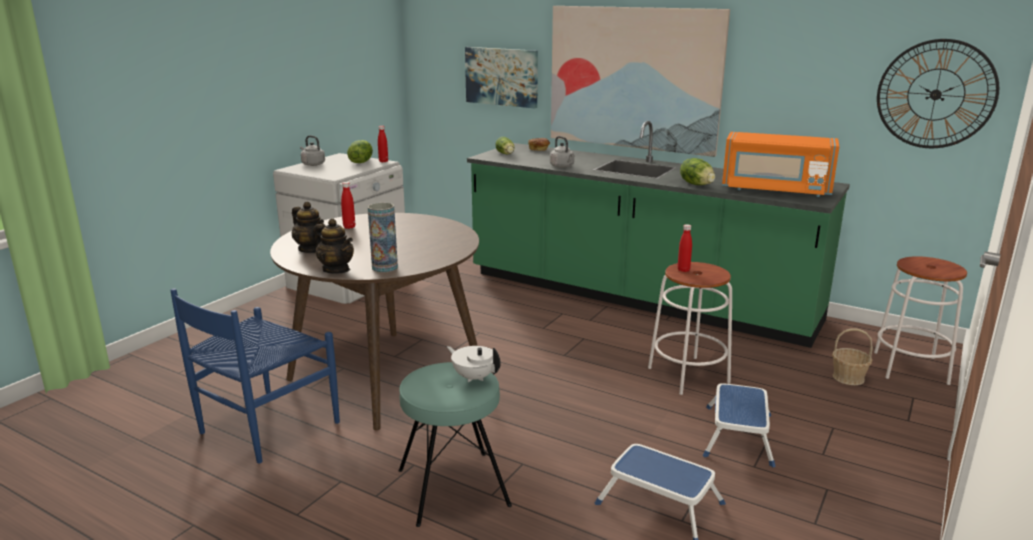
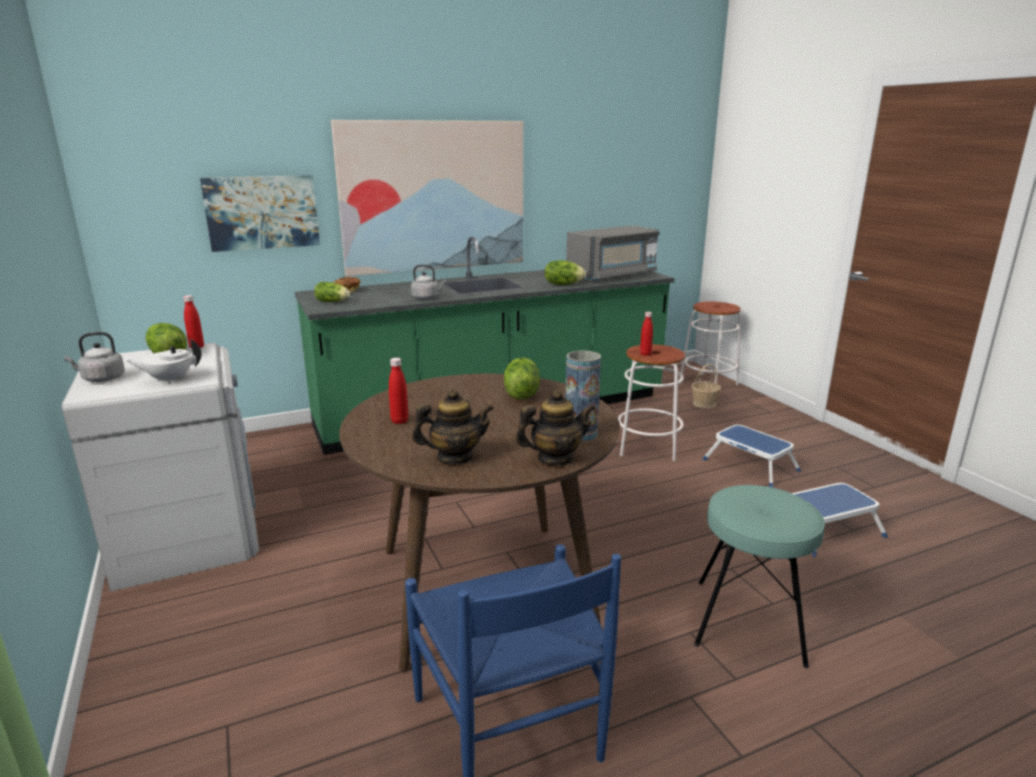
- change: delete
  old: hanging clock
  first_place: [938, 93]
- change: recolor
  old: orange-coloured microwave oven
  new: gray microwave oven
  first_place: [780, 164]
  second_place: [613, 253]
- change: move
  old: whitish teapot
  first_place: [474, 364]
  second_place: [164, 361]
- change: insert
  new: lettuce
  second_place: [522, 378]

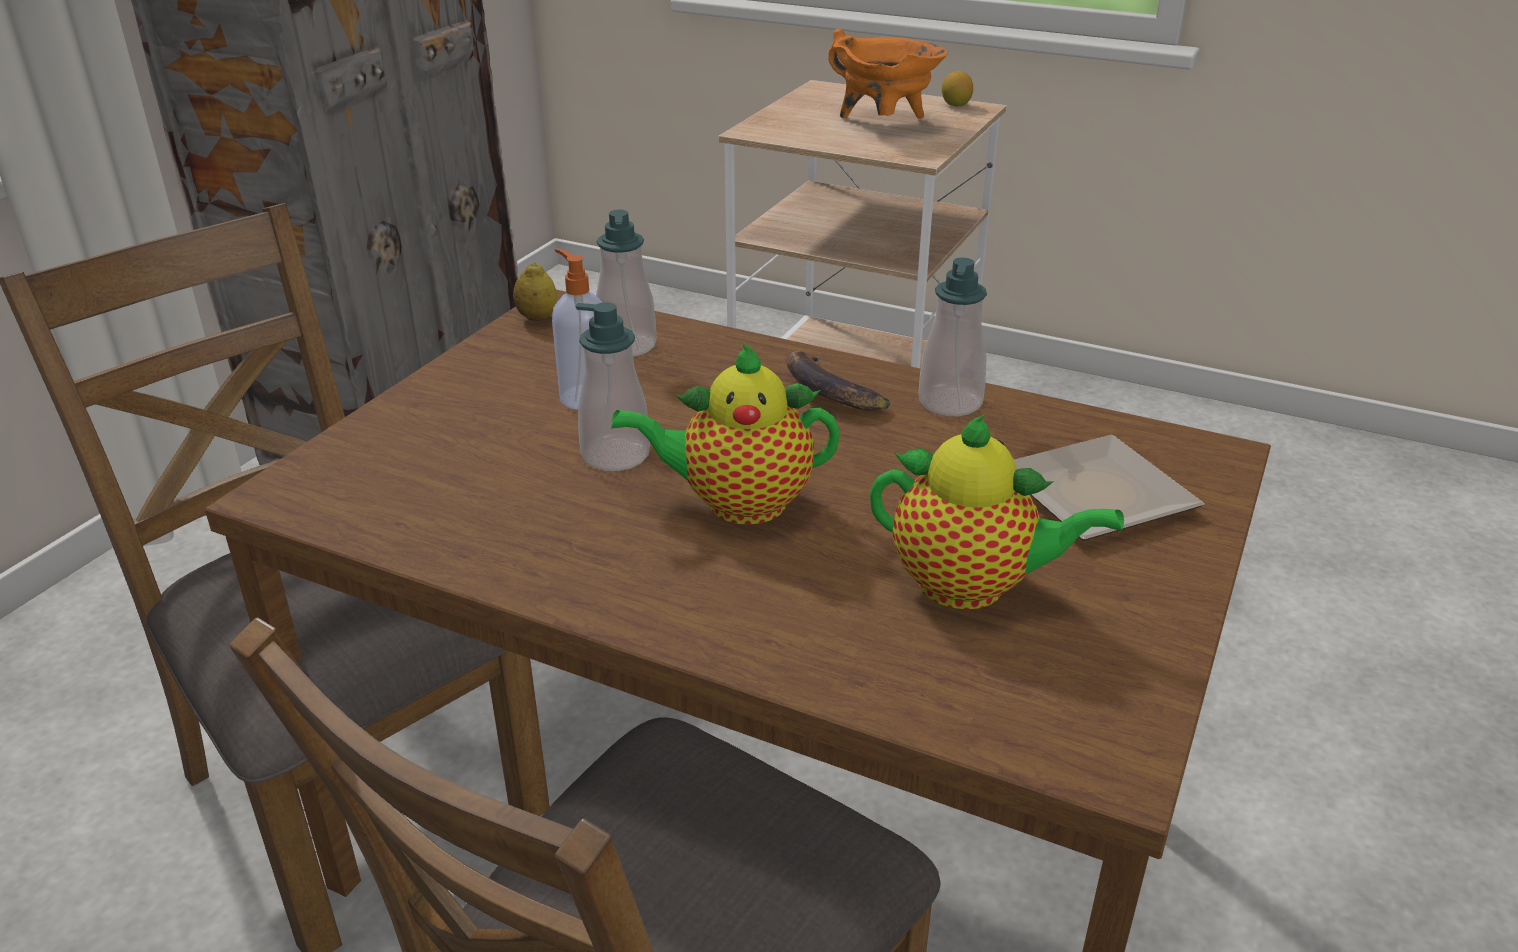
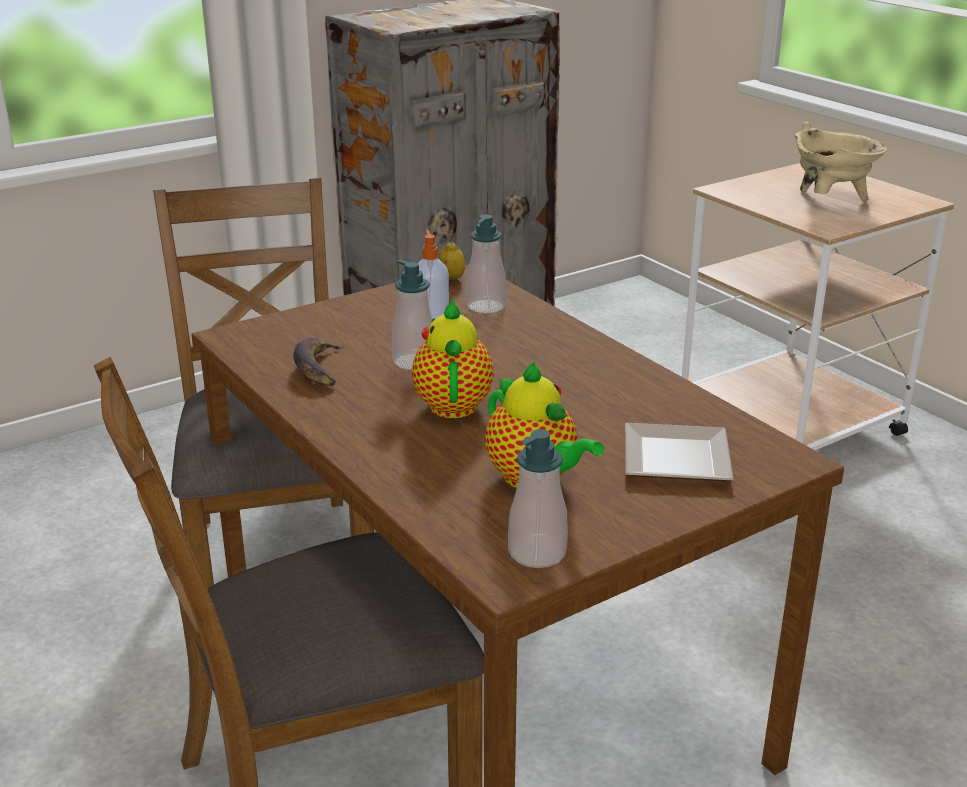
- change: recolor
  old: orange-coloured stockpot
  new: sand-coloured stockpot
  first_place: [887, 73]
  second_place: [841, 162]
- change: delete
  old: citrus fruit
  first_place: [957, 89]
- change: move
  old: liquid soap bottle
  first_place: [952, 337]
  second_place: [538, 498]
- change: rotate
  old: teapot
  first_place: [725, 433]
  second_place: [453, 358]
  degrees: 60
- change: move
  old: banana fruit
  first_place: [838, 381]
  second_place: [318, 361]

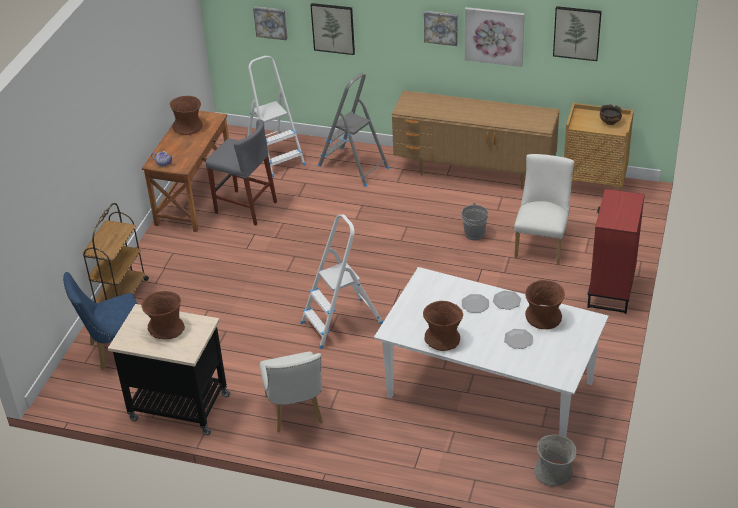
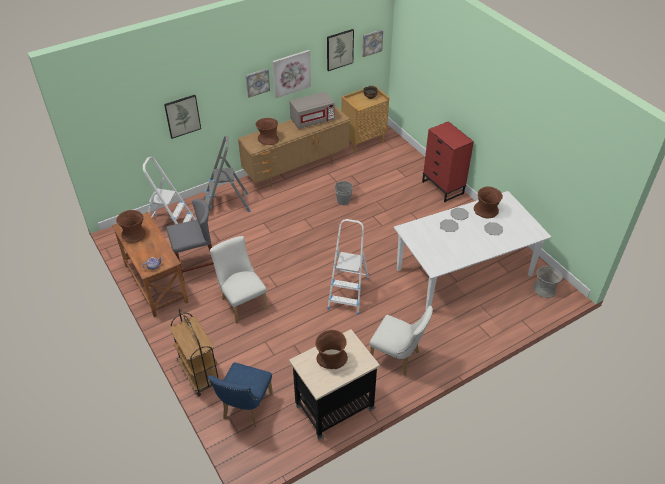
- change: move
  old: wall picture
  first_place: [270, 23]
  second_place: [372, 43]
- change: move
  old: whitish plain chair
  first_place: [544, 209]
  second_place: [239, 279]
- change: move
  old: brown-coloured vase
  first_place: [443, 326]
  second_place: [267, 131]
- change: insert
  new: gray microwave oven
  second_place: [312, 110]

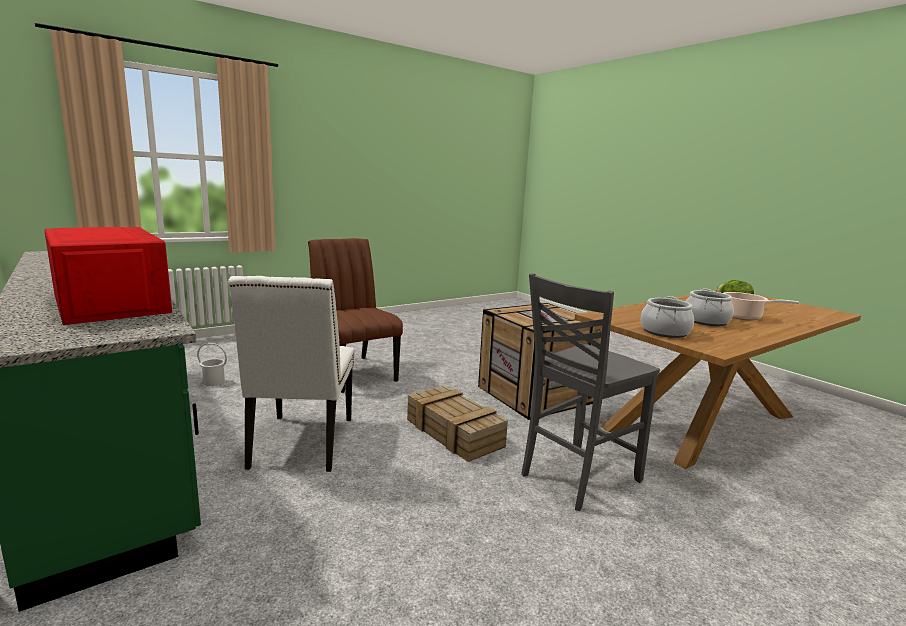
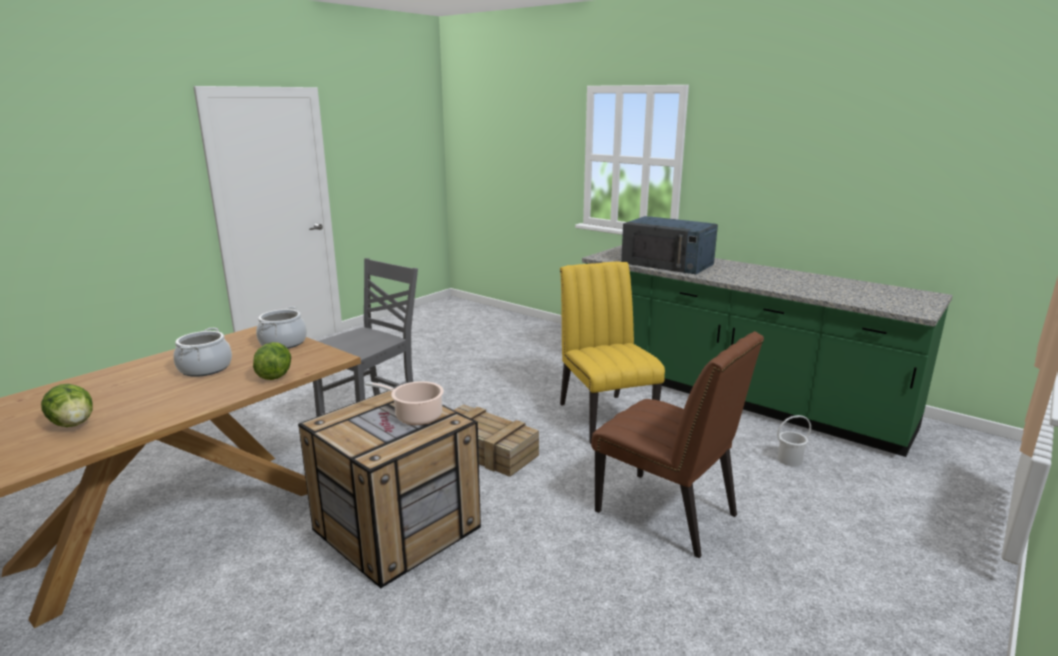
- change: recolor
  old: reddish microwave oven
  new: bluish microwave oven
  first_place: [108, 276]
  second_place: [669, 245]
- change: recolor
  old: whitish plain chair
  new: yellow-coloured plain chair
  first_place: [291, 374]
  second_place: [612, 352]
- change: move
  old: stockpot
  first_place: [761, 306]
  second_place: [404, 403]
- change: insert
  new: lettuce
  second_place: [272, 361]

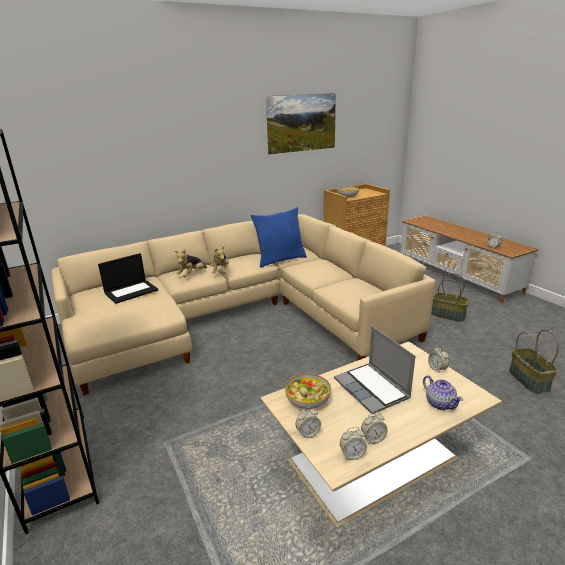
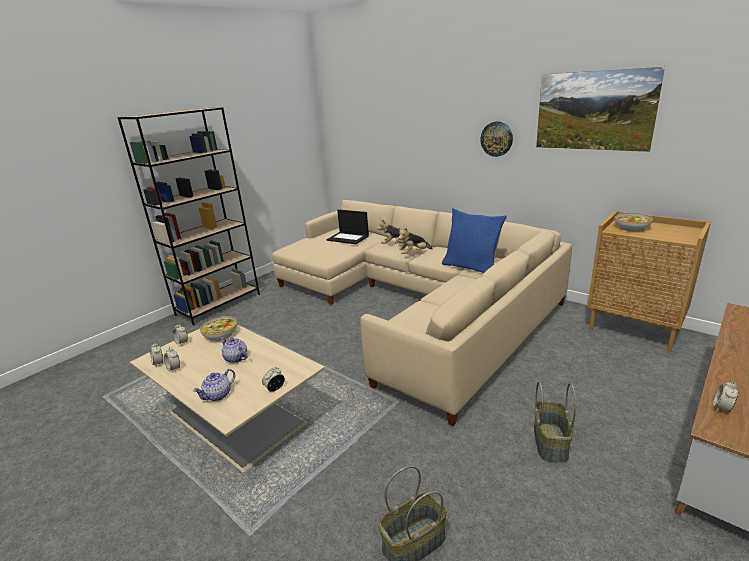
- change: replace
  old: laptop
  new: teapot
  first_place: [374, 370]
  second_place: [234, 350]
- change: insert
  new: hanging clock
  second_place: [496, 139]

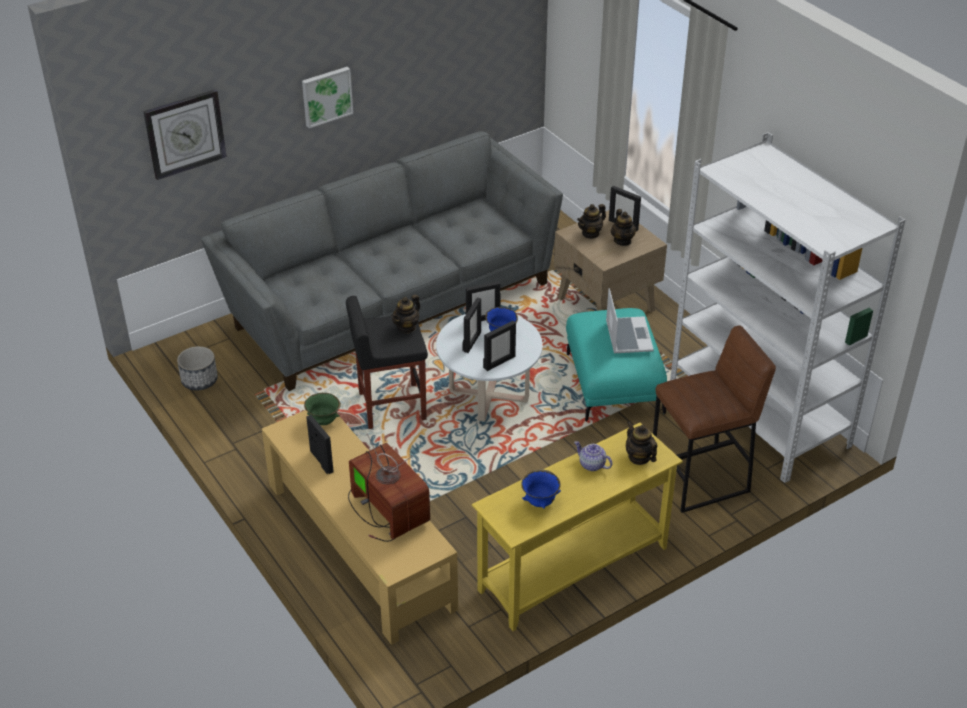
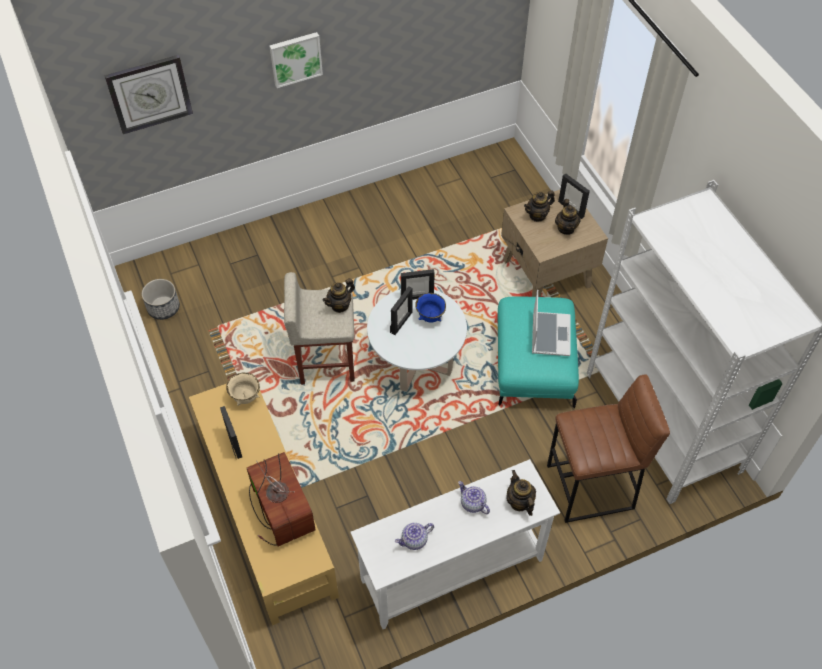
- change: delete
  old: gray couch
  first_place: [382, 261]
- change: recolor
  old: blackish stool
  new: sand-coloured stool
  first_place: [387, 362]
  second_place: [319, 328]
- change: delete
  old: picture frame
  first_place: [499, 346]
- change: recolor
  old: green deep dish
  new: sand-coloured deep dish
  first_place: [322, 409]
  second_place: [243, 389]
- change: recolor
  old: yellow-coloured hall table
  new: whitish hall table
  first_place: [577, 527]
  second_place: [455, 544]
- change: replace
  old: bluish deep dish
  new: teapot
  first_place: [541, 489]
  second_place: [414, 536]

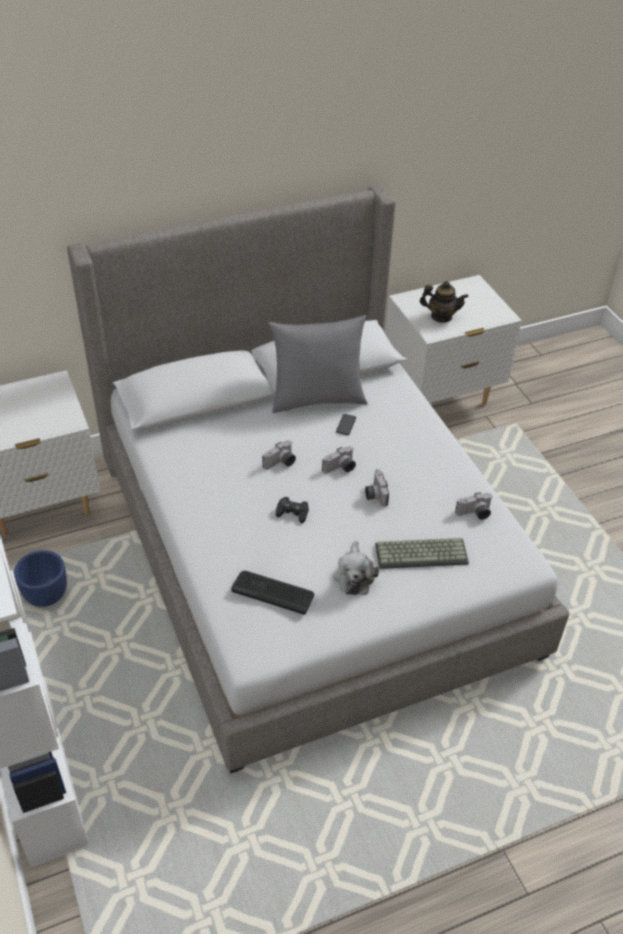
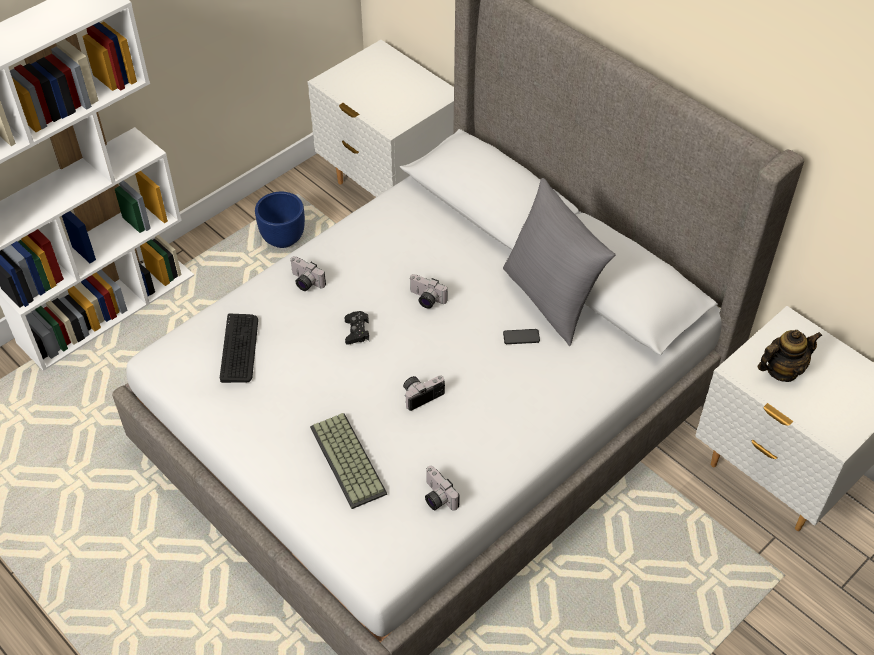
- change: rotate
  old: teapot
  first_place: [444, 302]
  second_place: [789, 356]
  degrees: -105
- change: move
  old: photo camera
  first_place: [339, 460]
  second_place: [308, 273]
- change: delete
  old: plush toy
  first_place: [356, 568]

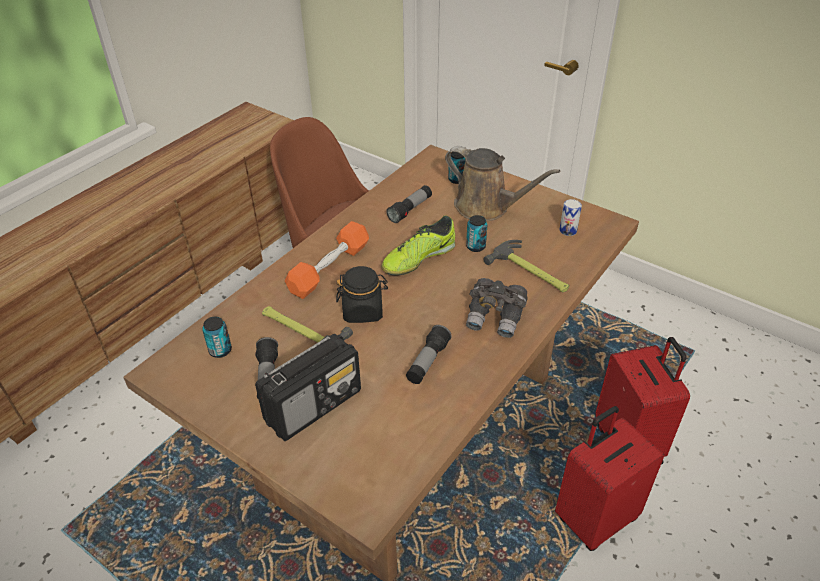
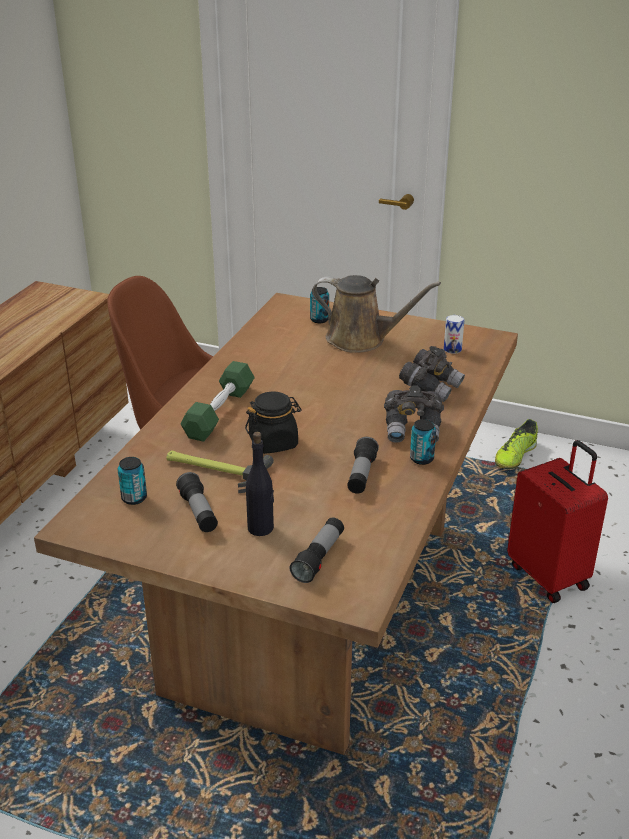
- change: move
  old: torch
  first_place: [409, 204]
  second_place: [317, 550]
- change: move
  old: item of footwear
  first_place: [418, 245]
  second_place: [516, 444]
- change: move
  old: sealed can
  first_place: [476, 233]
  second_place: [423, 442]
- change: recolor
  old: orange-coloured free weight
  new: green free weight
  first_place: [327, 260]
  second_place: [217, 401]
- change: replace
  old: tool hammer
  new: gray pair of binoculars
  first_place: [526, 266]
  second_place: [432, 374]
- change: replace
  old: radio set
  new: blackish bottle
  first_place: [308, 387]
  second_place: [260, 484]
- change: delete
  old: reddish piece of luggage
  first_place: [610, 478]

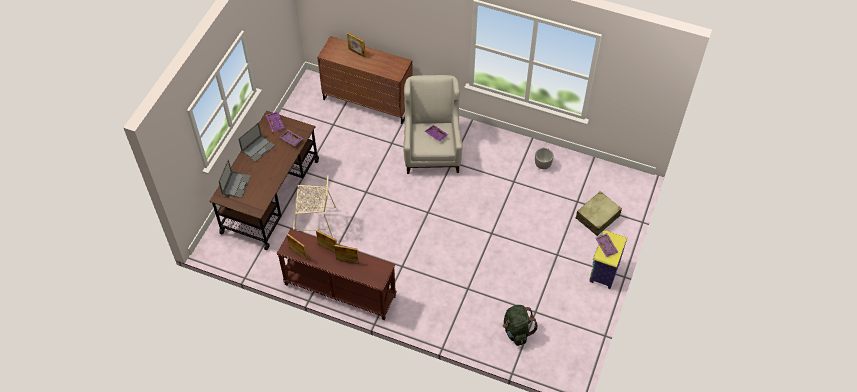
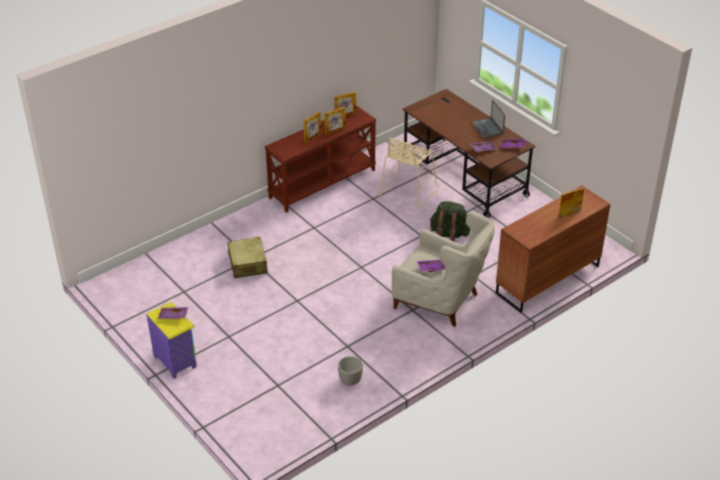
- change: delete
  old: laptop
  first_place: [235, 178]
- change: move
  old: sand-coloured piece of luggage
  first_place: [599, 213]
  second_place: [247, 257]
- change: move
  old: green knapsack
  first_place: [520, 325]
  second_place: [450, 221]

